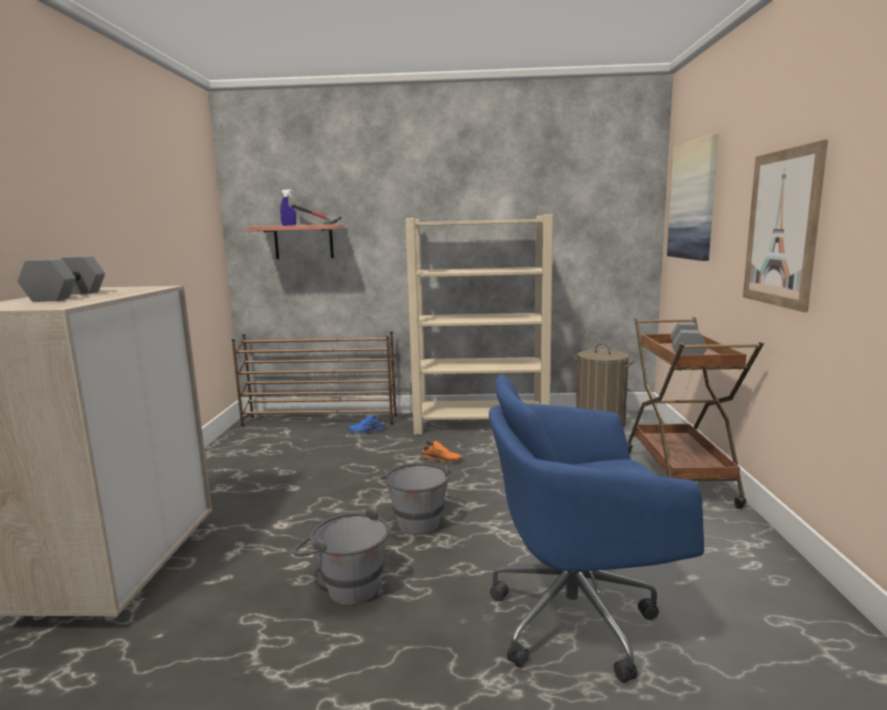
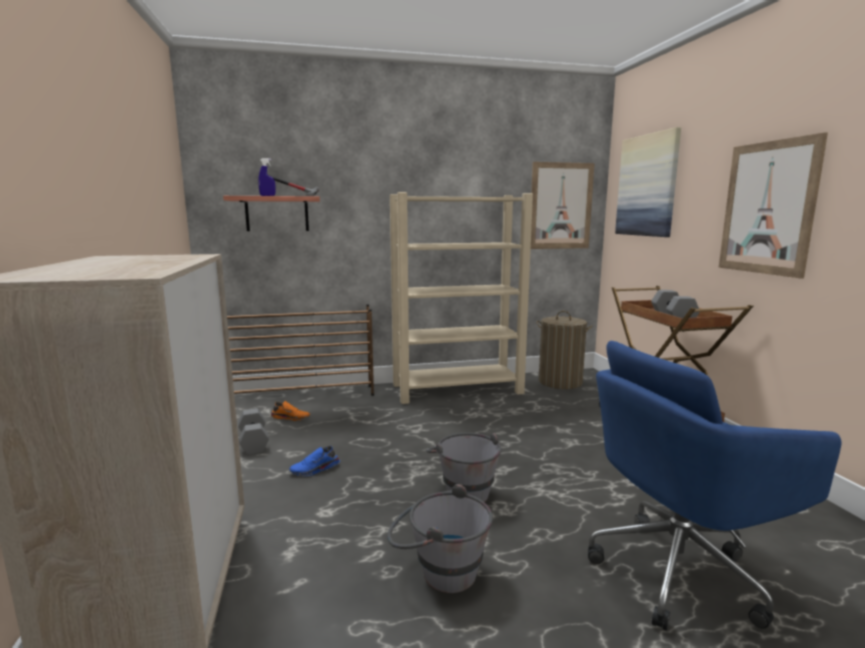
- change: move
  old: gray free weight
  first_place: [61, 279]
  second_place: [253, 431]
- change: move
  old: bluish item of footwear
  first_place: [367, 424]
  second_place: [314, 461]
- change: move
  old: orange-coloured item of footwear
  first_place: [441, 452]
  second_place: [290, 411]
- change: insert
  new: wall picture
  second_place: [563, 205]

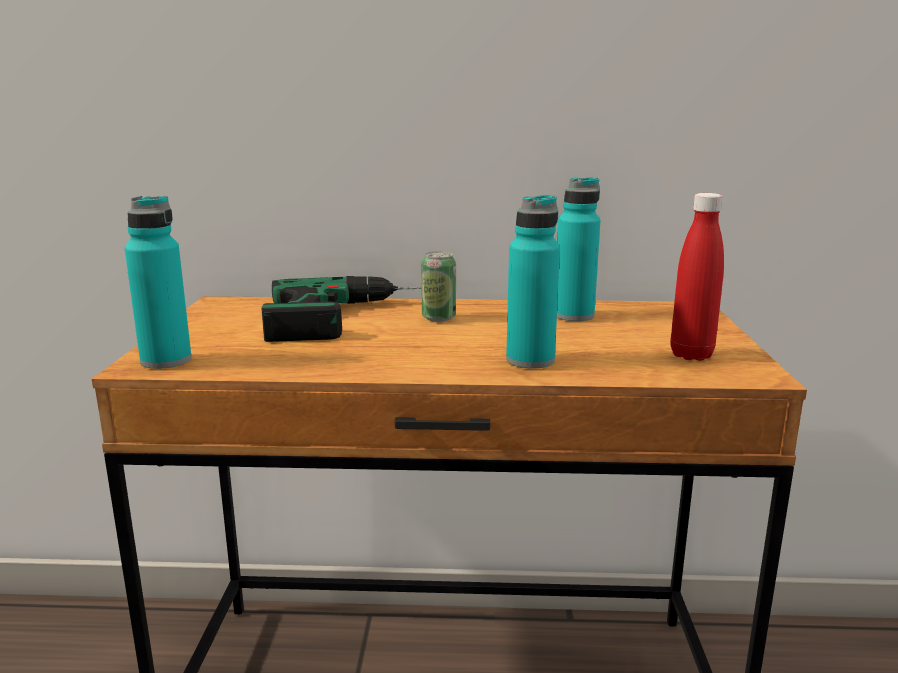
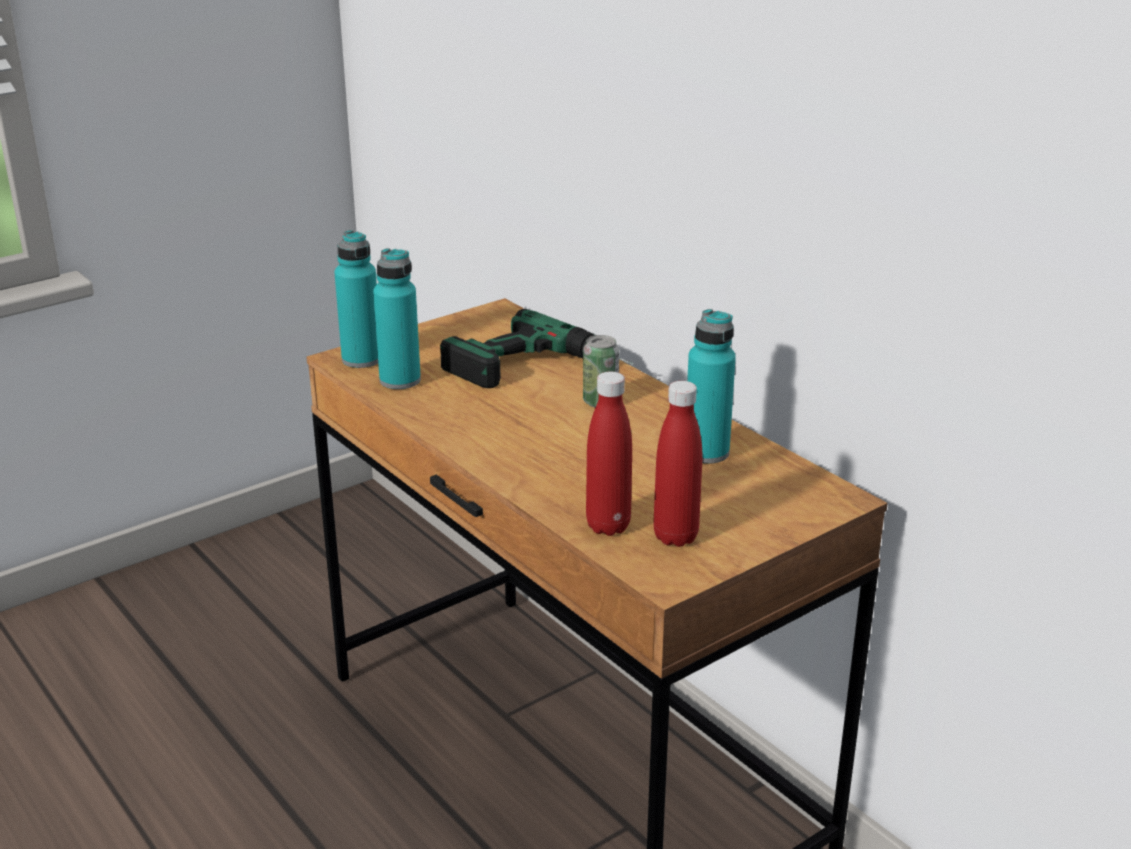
- change: move
  old: turquoise bottle
  first_place: [533, 282]
  second_place: [397, 318]
- change: insert
  new: reddish bottle
  second_place: [609, 454]

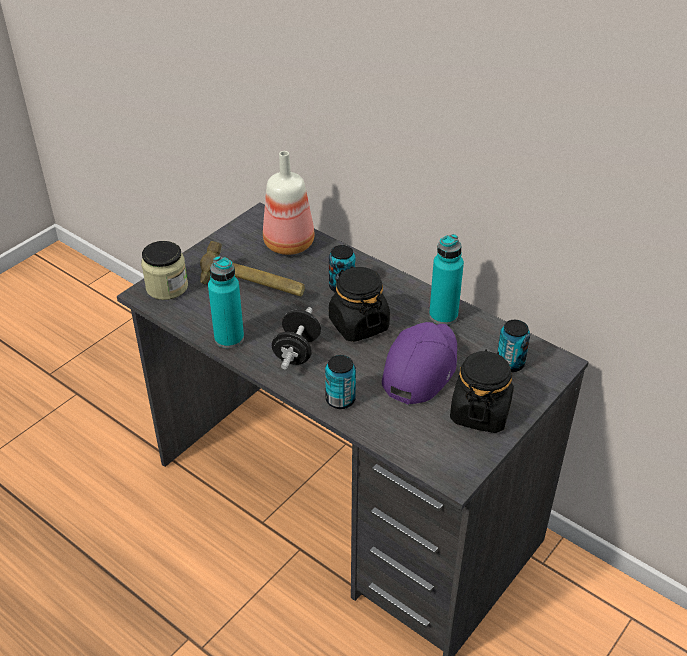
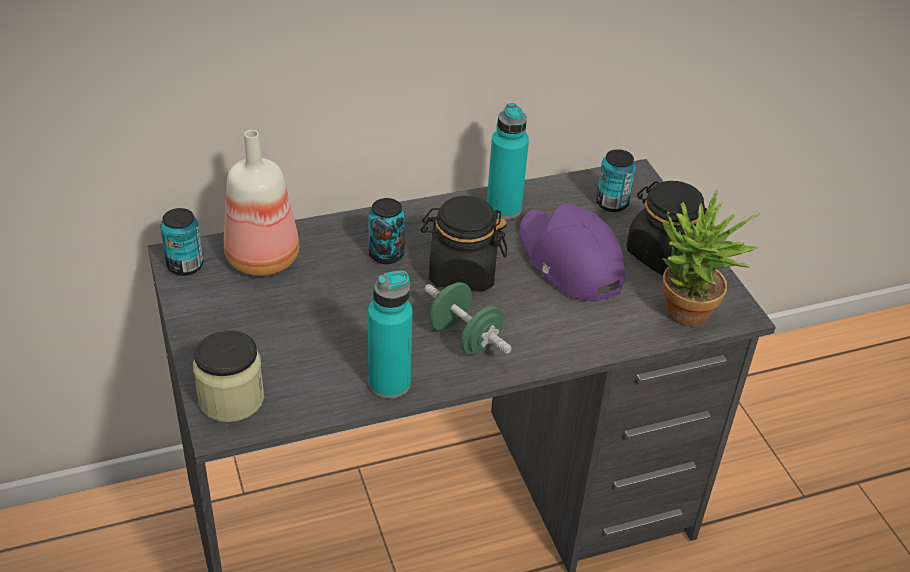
- change: delete
  old: tool hammer
  first_place: [252, 268]
- change: recolor
  old: blackish free weight
  new: green free weight
  first_place: [296, 338]
  second_place: [468, 318]
- change: move
  old: sealed can
  first_place: [340, 382]
  second_place: [181, 242]
- change: insert
  new: potted plant
  second_place: [710, 258]

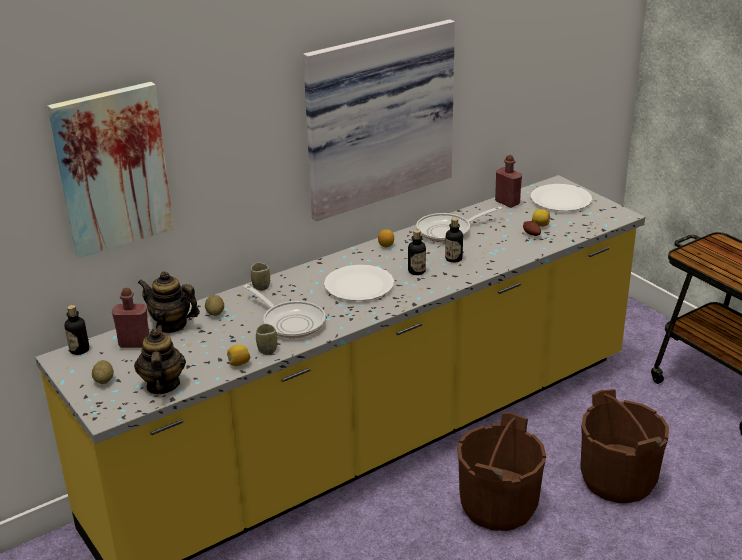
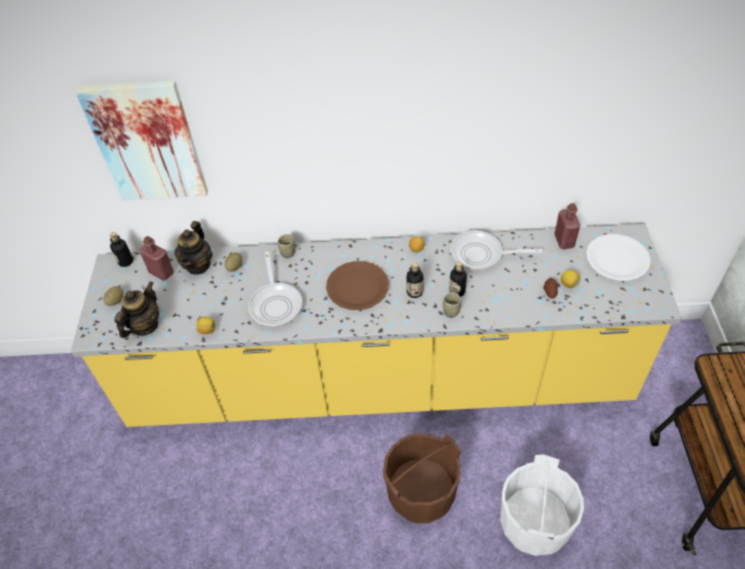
- change: delete
  old: wall picture
  first_place: [379, 120]
- change: recolor
  old: whitish dinner plate
  new: brown-coloured dinner plate
  first_place: [359, 283]
  second_place: [357, 285]
- change: rotate
  old: teapot
  first_place: [169, 302]
  second_place: [193, 248]
  degrees: -135
- change: move
  old: small cup
  first_place: [266, 339]
  second_place: [452, 305]
- change: recolor
  old: brown-coloured bucket
  new: whitish bucket
  first_place: [624, 446]
  second_place: [542, 505]

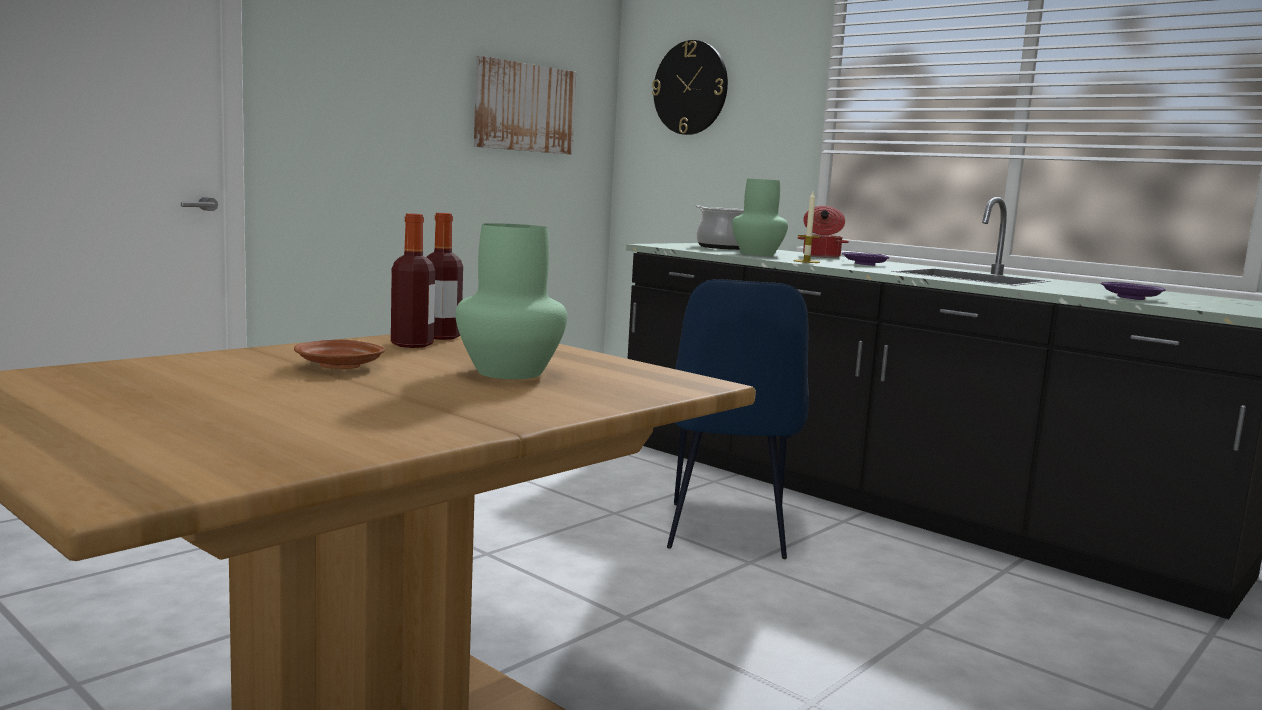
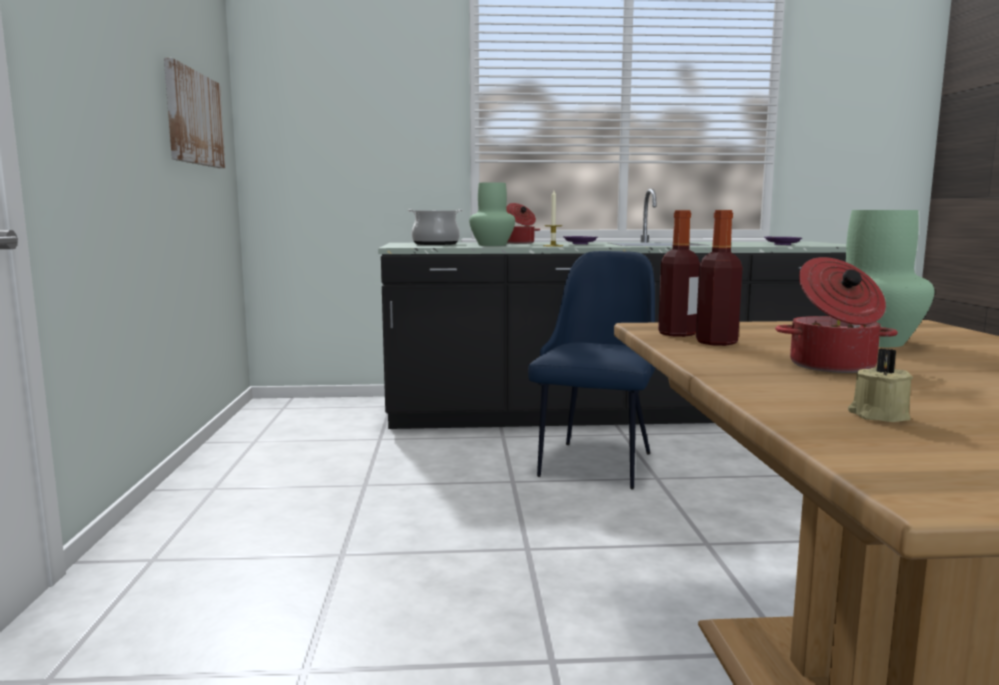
- change: delete
  old: hanging clock
  first_place: [690, 87]
- change: rotate
  old: bluish plain chair
  first_place: [738, 419]
  second_place: [591, 370]
  degrees: -120
- change: replace
  old: brown-coloured dinner plate
  new: stockpot
  first_place: [339, 354]
  second_place: [836, 315]
- change: insert
  new: sand-coloured wax light
  second_place: [880, 385]

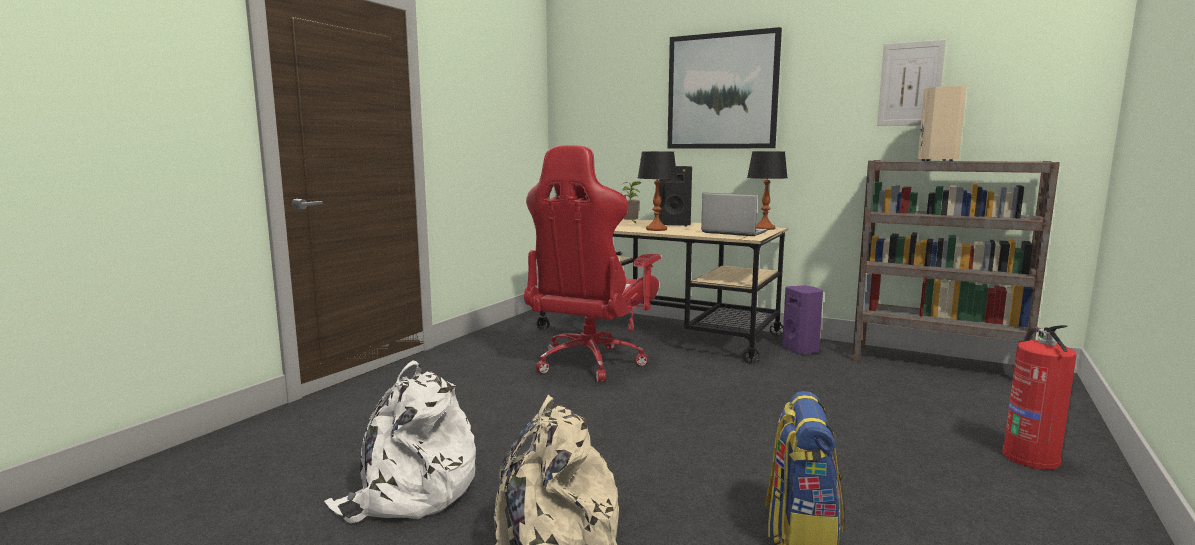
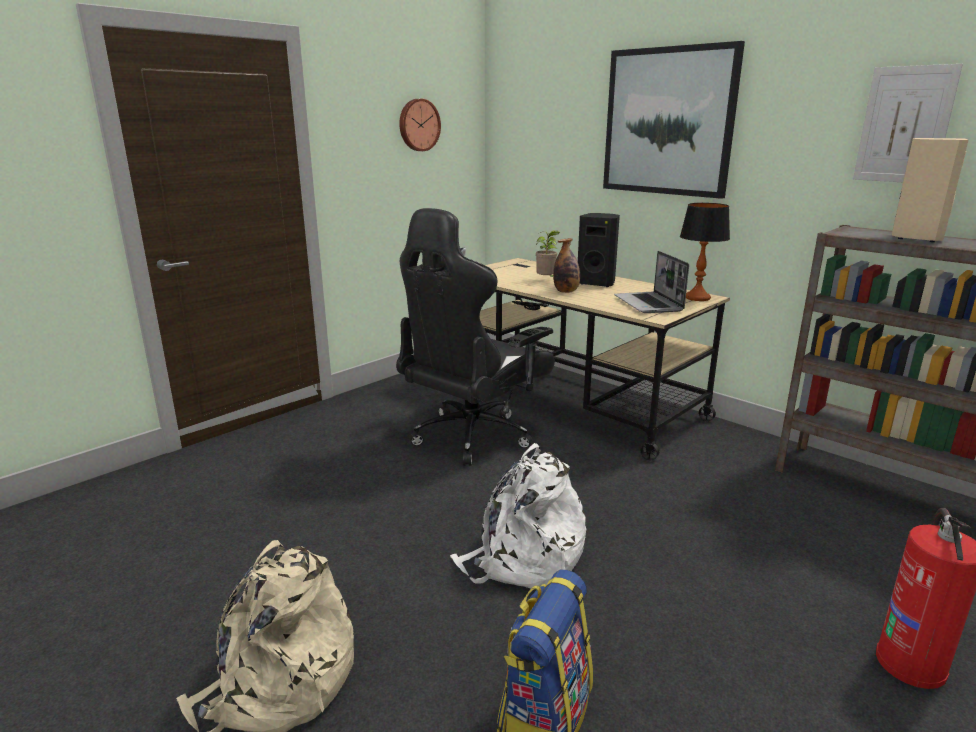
- change: recolor
  old: reddish office chair
  new: blackish office chair
  first_place: [592, 264]
  second_place: [475, 337]
- change: replace
  old: lamp for a table
  new: bottle
  first_place: [657, 191]
  second_place: [566, 265]
- change: rotate
  old: laptop
  first_place: [734, 214]
  second_place: [651, 282]
  degrees: -150
- change: delete
  old: purplish speaker
  first_place: [802, 320]
- change: move
  old: whitish knapsack
  first_place: [400, 441]
  second_place: [518, 515]
- change: insert
  new: hanging clock
  second_place: [420, 125]

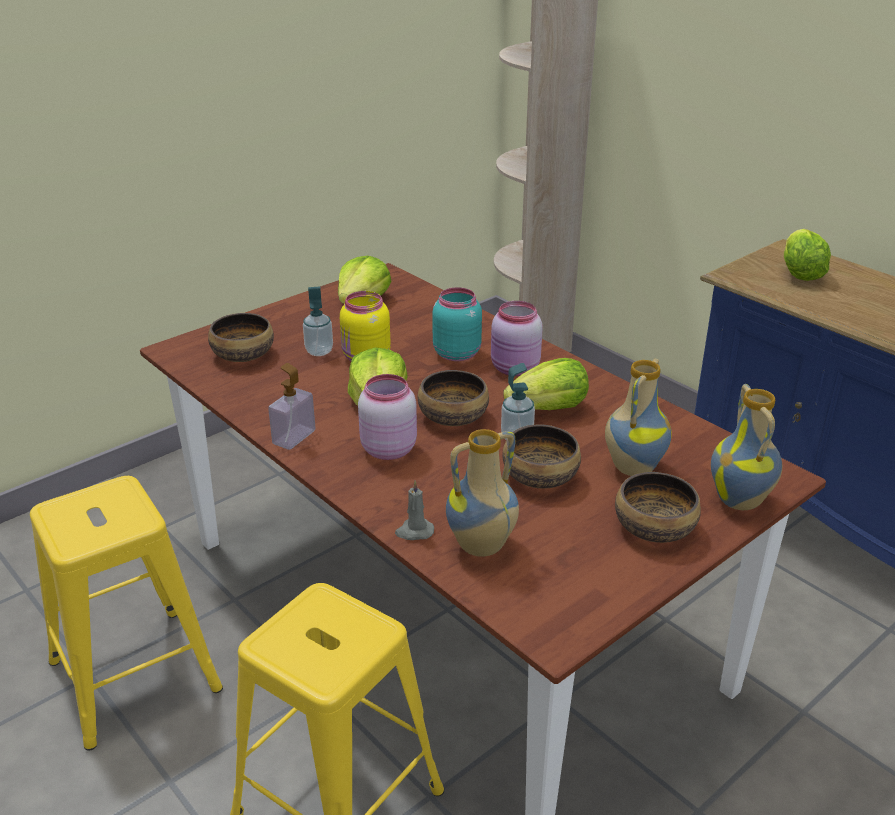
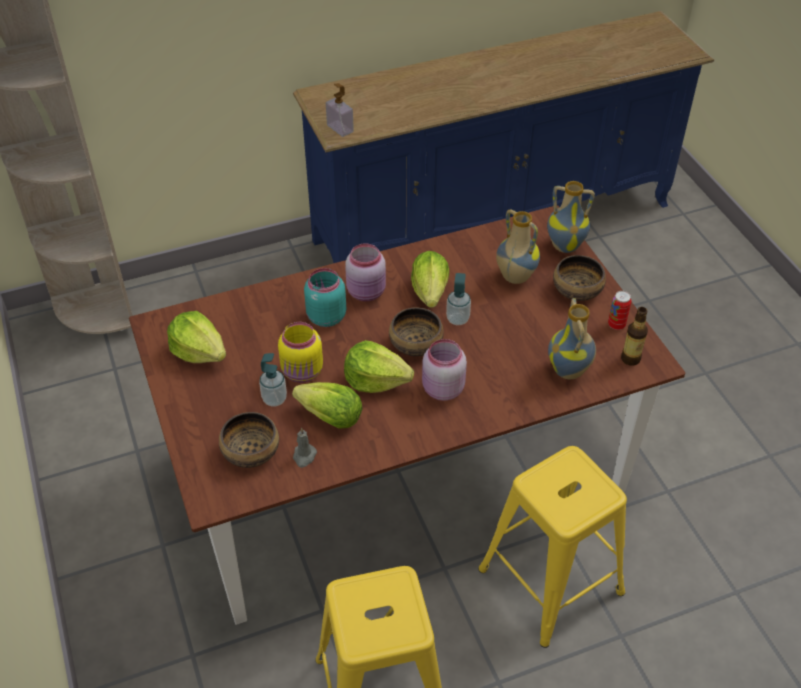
- change: move
  old: lettuce
  first_place: [807, 255]
  second_place: [327, 405]
- change: move
  old: liquid soap bottle
  first_place: [291, 406]
  second_place: [340, 110]
- change: delete
  old: deep dish
  first_place: [541, 456]
- change: move
  old: gray wax light
  first_place: [414, 510]
  second_place: [305, 447]
- change: insert
  new: sealed can
  second_place: [619, 310]
- change: insert
  new: bottle
  second_place: [634, 336]

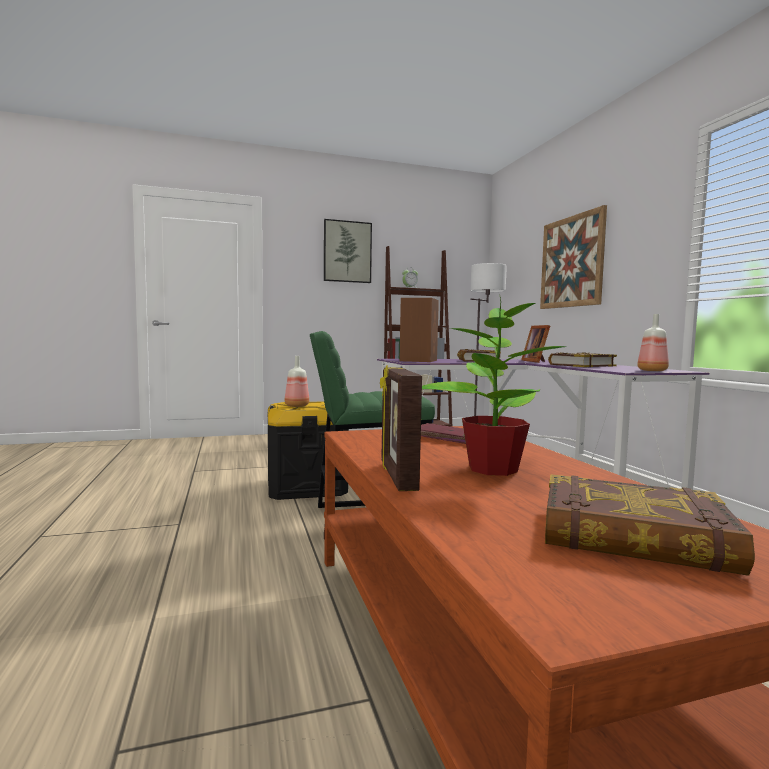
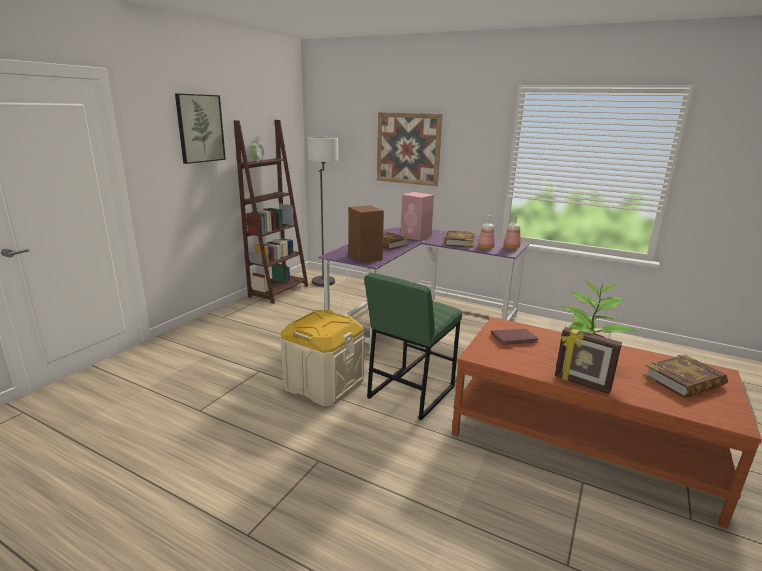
- change: replace
  old: picture frame
  new: pink speaker
  first_place: [535, 344]
  second_place: [417, 216]
- change: move
  old: bottle
  first_place: [296, 381]
  second_place: [486, 232]
- change: recolor
  old: blackish storage box
  new: sand-coloured storage box
  first_place: [308, 451]
  second_place: [323, 358]

